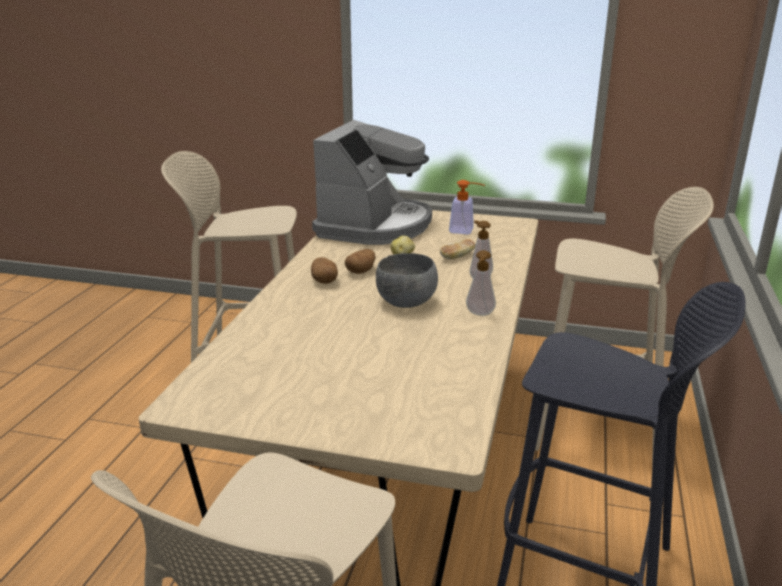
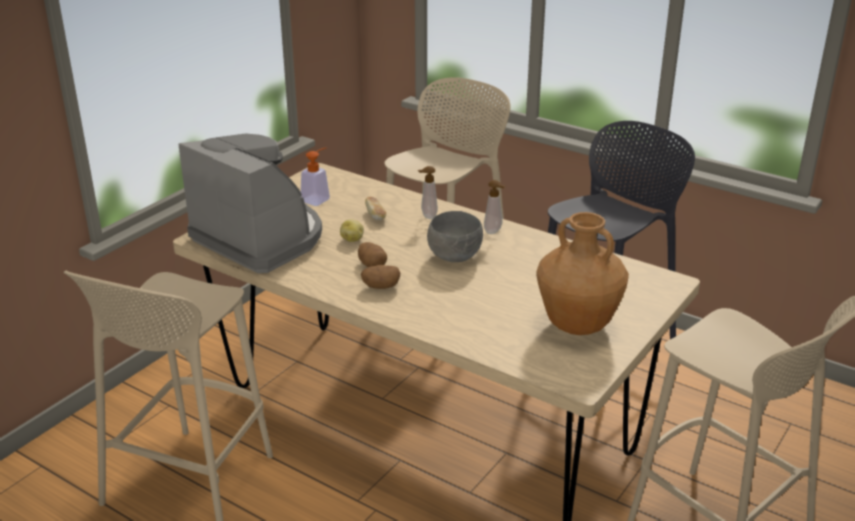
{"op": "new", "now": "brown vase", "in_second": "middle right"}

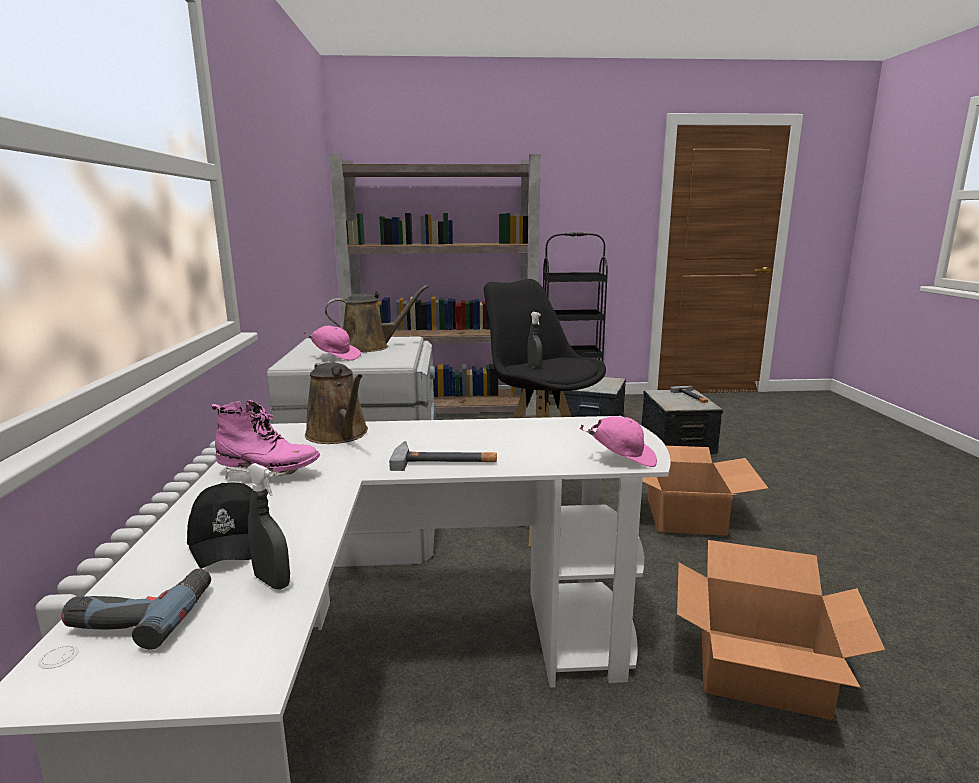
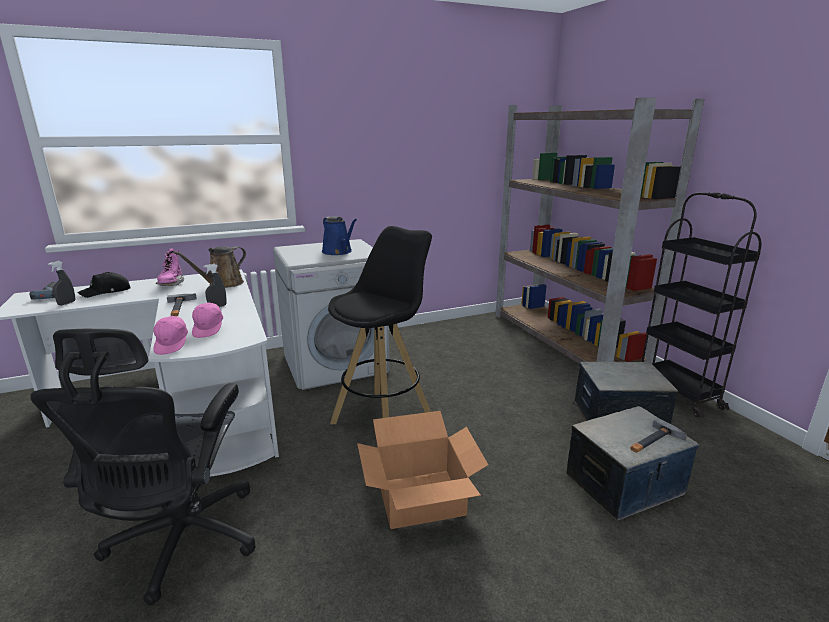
{"op": "shifted", "was": "pink cap (no. 1 from left in the first image)", "now": "pink cap (no. 2 from left)", "in_first": "centre", "in_second": "middle left"}
{"op": "repainted", "was": "brown watering can (no. 2 from left)", "now": "blue watering can", "in_first": "centre", "in_second": "centre"}
{"op": "shifted", "was": "grey spray bottle (no. 2 from left)", "in_first": "centre", "in_second": "middle left"}
{"op": "swapped", "was": "cardboard box (no. 2 from left)", "now": "office chair", "in_first": "bottom right", "in_second": "bottom left"}

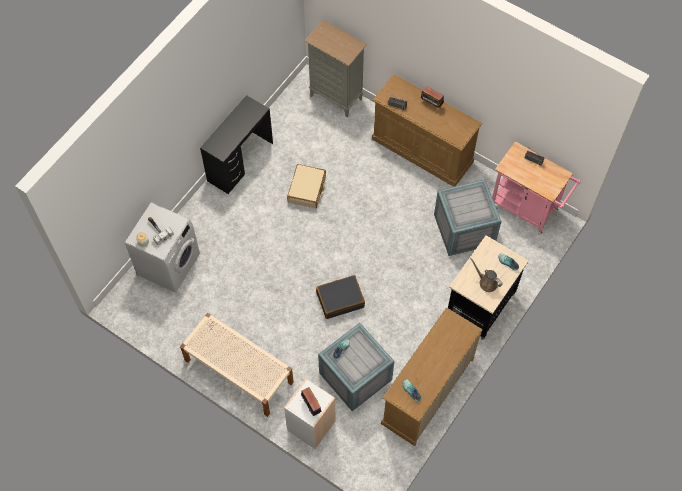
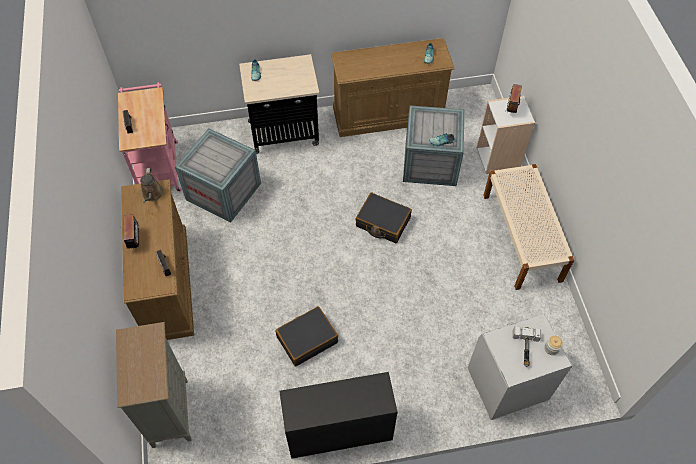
{"op": "repainted", "was": "beige suitcase", "now": "black suitcase (no. 1 from left)", "in_first": "centre", "in_second": "bottom centre"}
{"op": "shifted", "was": "brown watering can", "in_first": "middle right", "in_second": "middle left"}

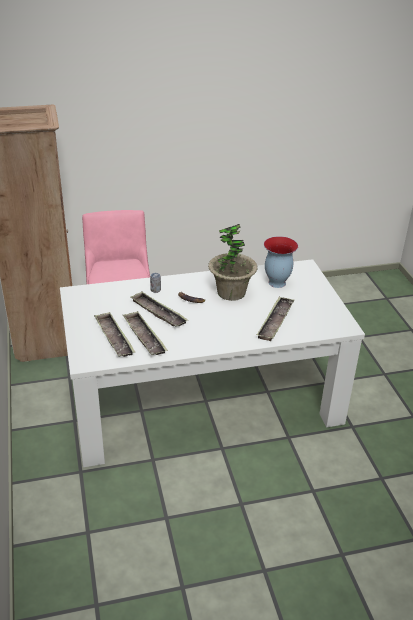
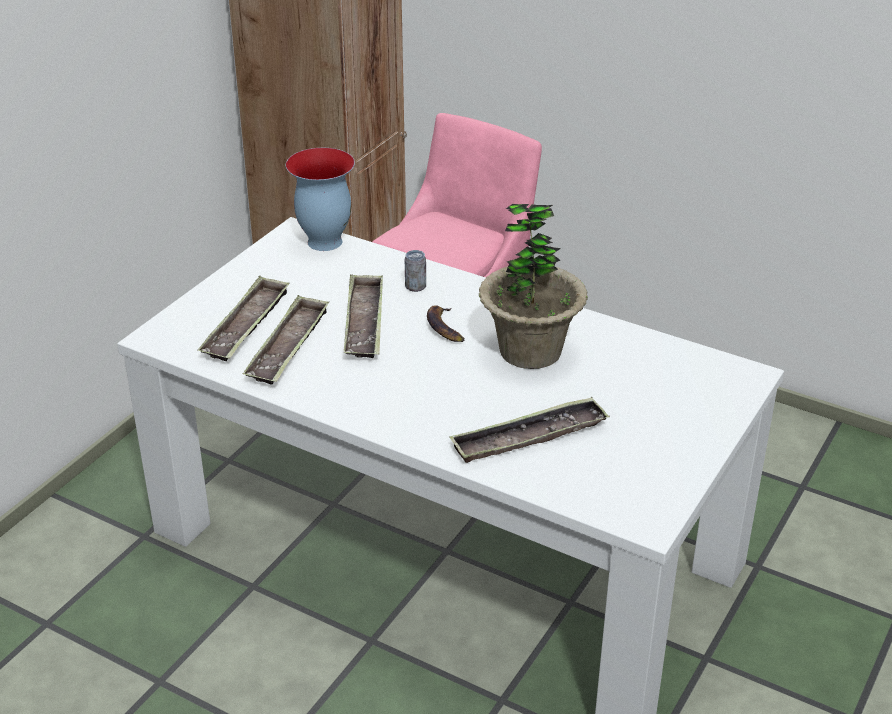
{"op": "shifted", "was": "vase", "in_first": "middle right", "in_second": "top centre"}

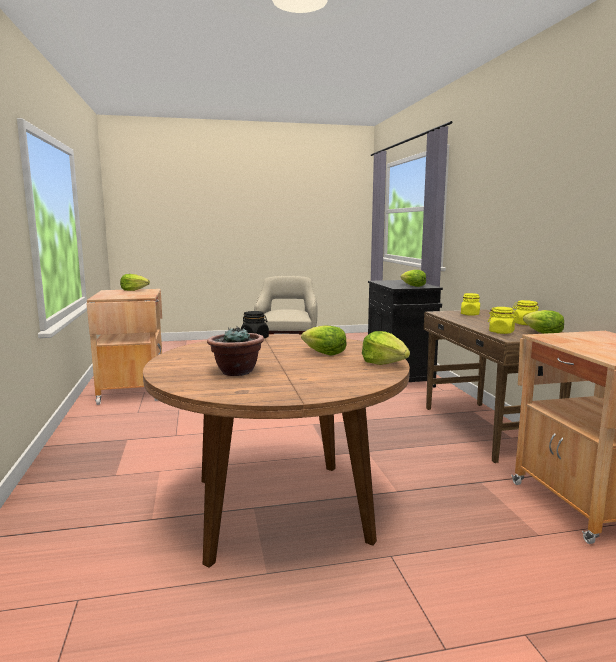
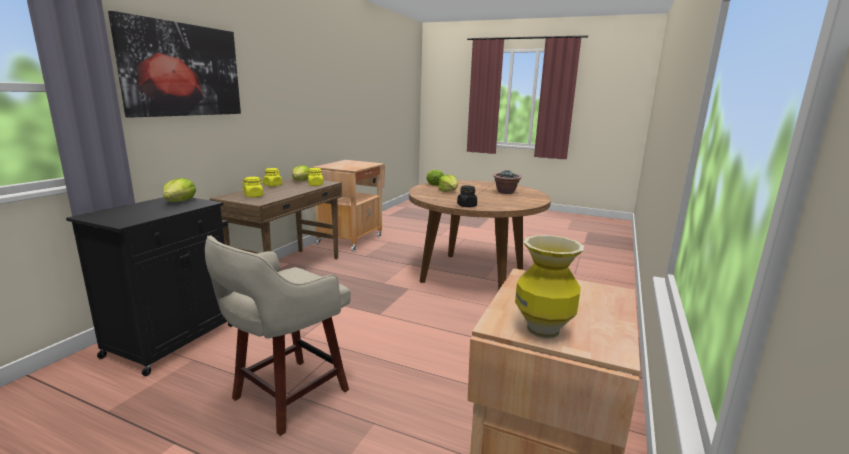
{"op": "swapped", "was": "lettuce (no. 1 from left)", "now": "vase", "in_first": "middle left", "in_second": "centre"}
{"op": "new", "now": "picture", "in_second": "top left"}

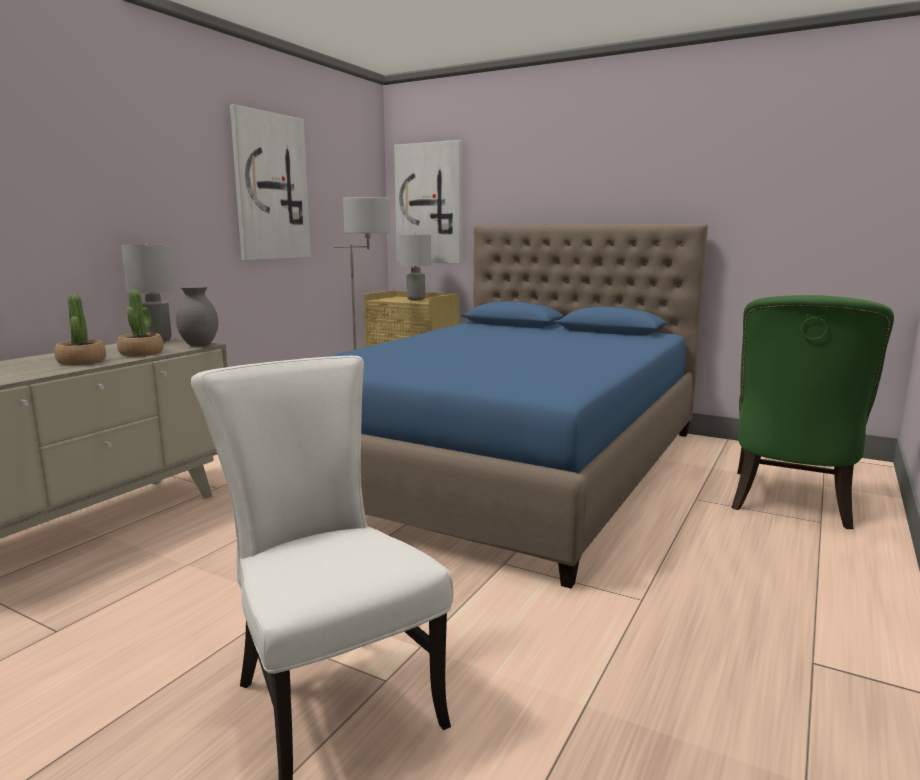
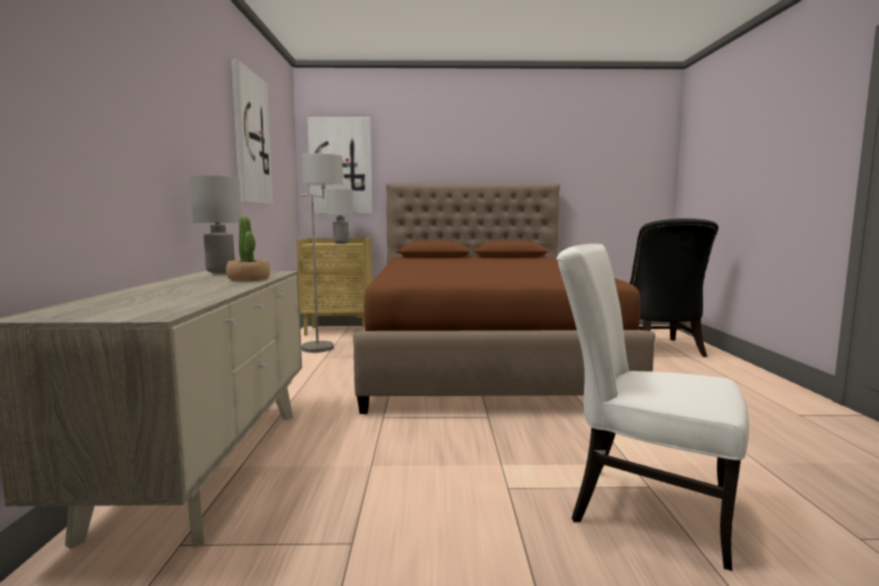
{"op": "gone", "was": "potted plant (no. 1 from left)", "in_first": "middle left"}
{"op": "gone", "was": "grey vase", "in_first": "middle left"}
{"op": "repainted", "was": "blue bed", "now": "brown bed", "in_first": "centre", "in_second": "centre"}
{"op": "repainted", "was": "green chair", "now": "black chair", "in_first": "middle right", "in_second": "middle right"}

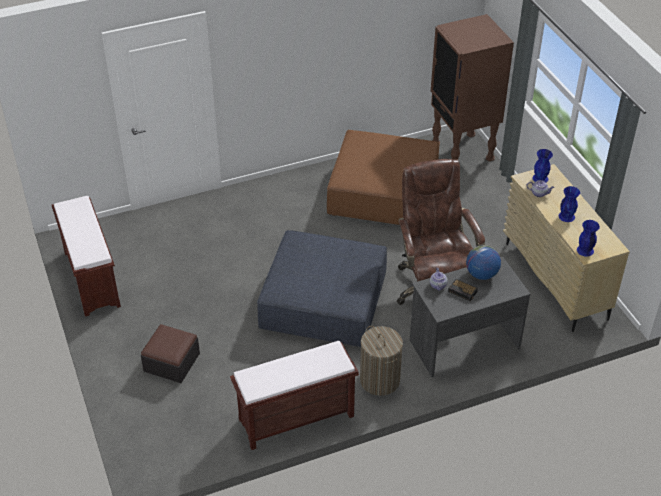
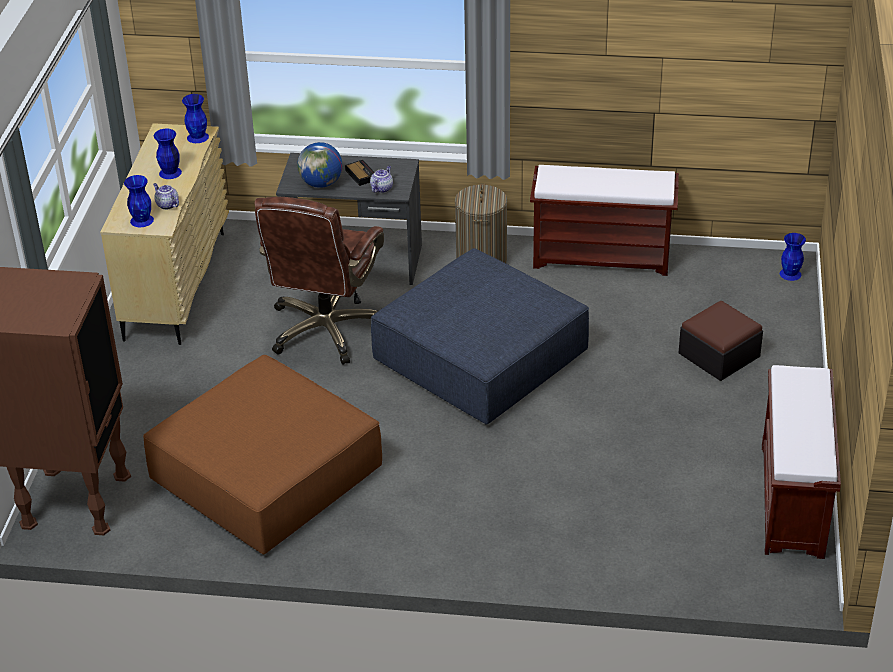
{"op": "new", "now": "blue vase (no. 4 from left)", "in_second": "middle right"}

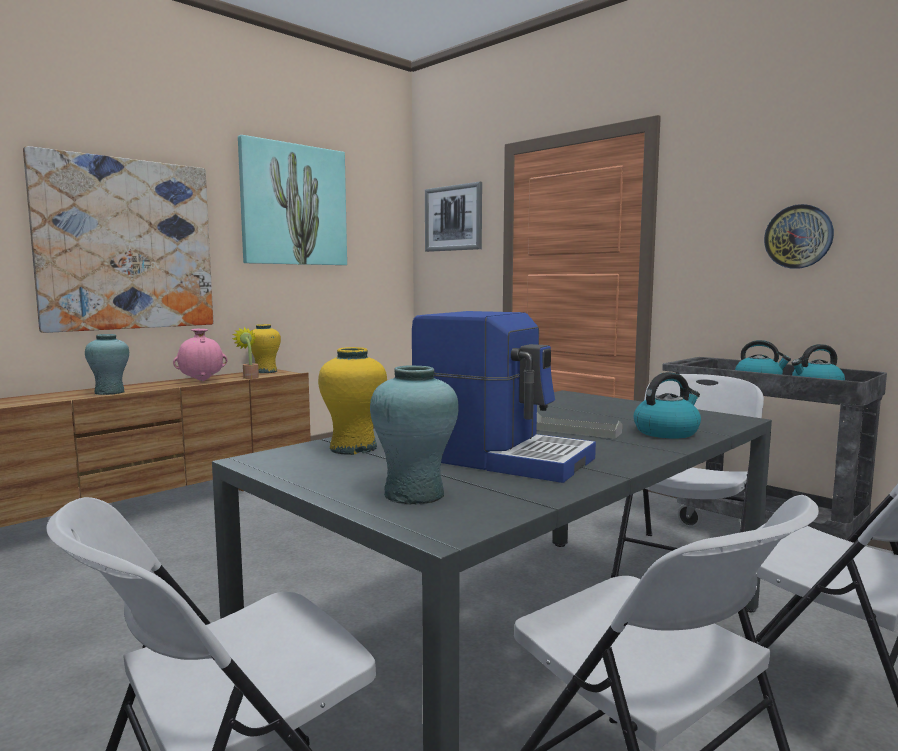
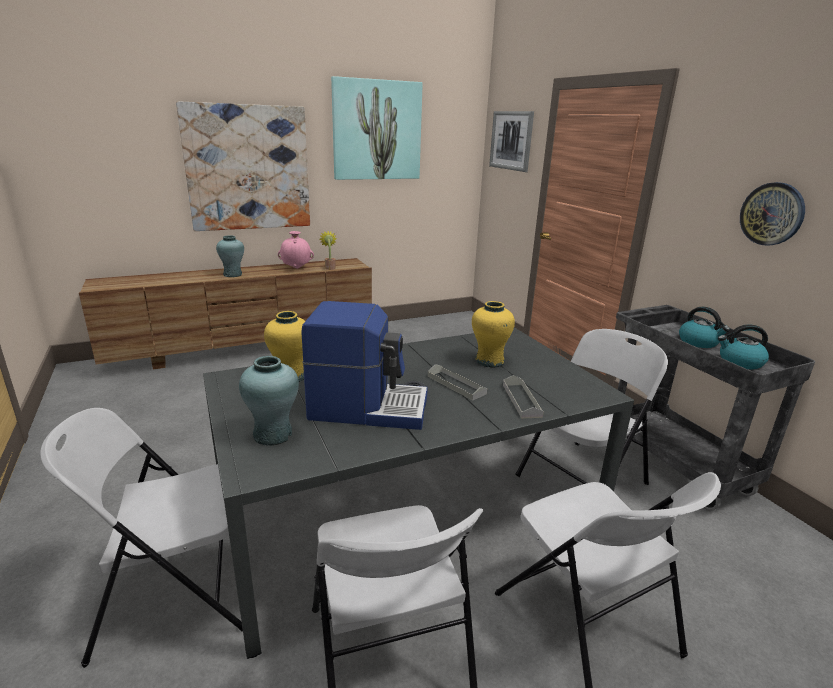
{"op": "shifted", "was": "yellow vase (no. 1 from left in the first image)", "now": "yellow vase (no. 2 from left)", "in_first": "middle left", "in_second": "centre"}
{"op": "rotated", "was": "coffee machine", "in_first": "centre", "in_second": "centre", "clockwise": -45}
{"op": "swapped", "was": "kettle (no. 1 from left)", "now": "grey tray (no. 2 from left)", "in_first": "middle right", "in_second": "centre"}

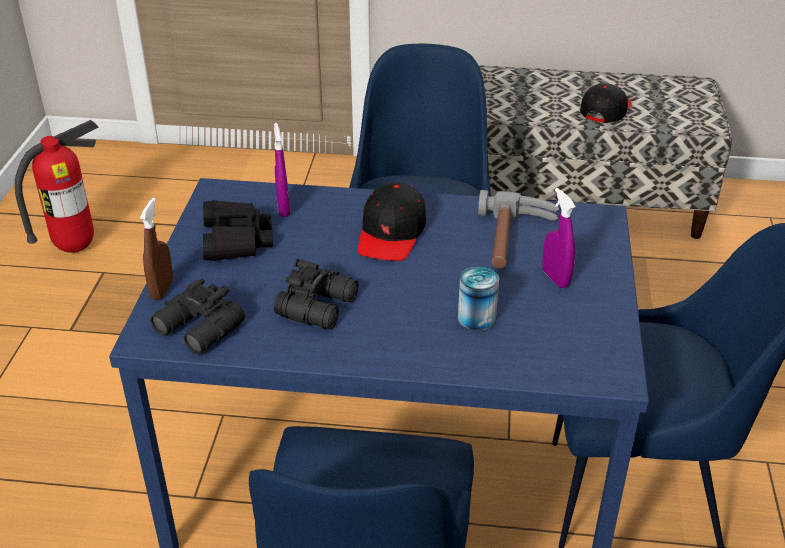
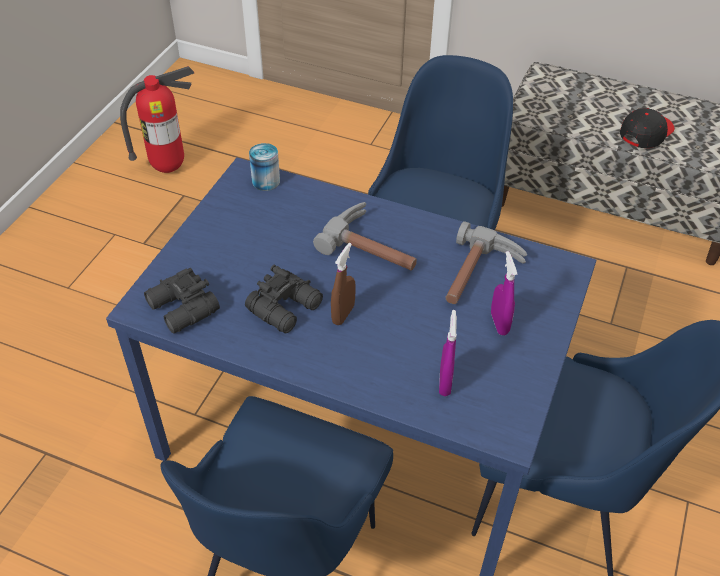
{"op": "shifted", "was": "brown spray bottle", "in_first": "middle left", "in_second": "centre"}
{"op": "gone", "was": "black binoculars (no. 2 from left)", "in_first": "middle left"}
{"op": "shifted", "was": "purple spray bottle (no. 1 from left)", "in_first": "top centre", "in_second": "centre"}
{"op": "swapped", "was": "black cap (no. 1 from left)", "now": "hammer (no. 1 from left)", "in_first": "centre", "in_second": "centre"}
{"op": "shifted", "was": "can", "in_first": "centre", "in_second": "top centre"}

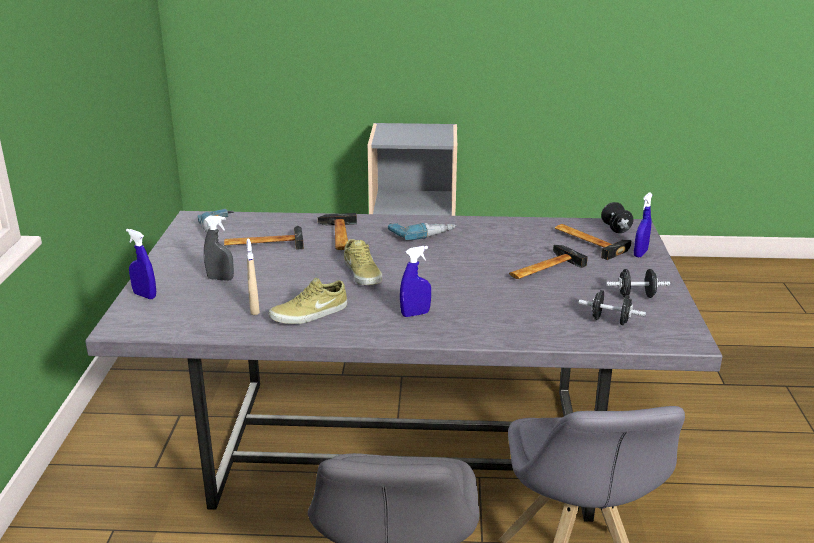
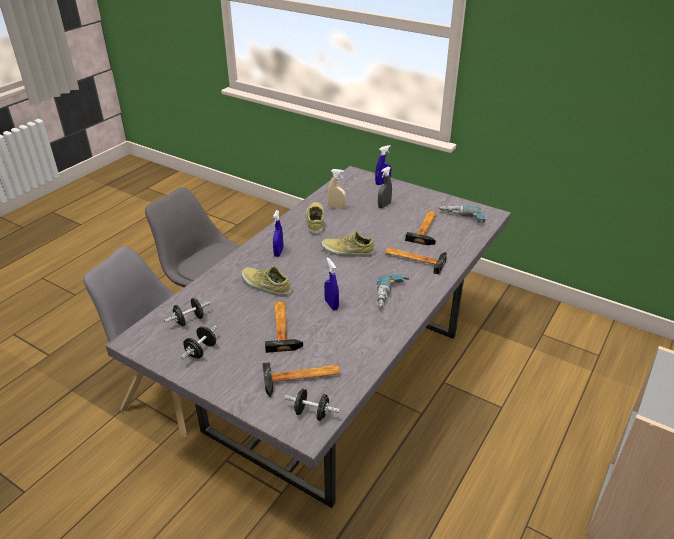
{"op": "shifted", "was": "blue spray bottle (no. 3 from left in the first image)", "now": "blue spray bottle (no. 2 from left)", "in_first": "middle right", "in_second": "centre"}
{"op": "new", "now": "beige shoe (no. 1 from left)", "in_second": "centre"}

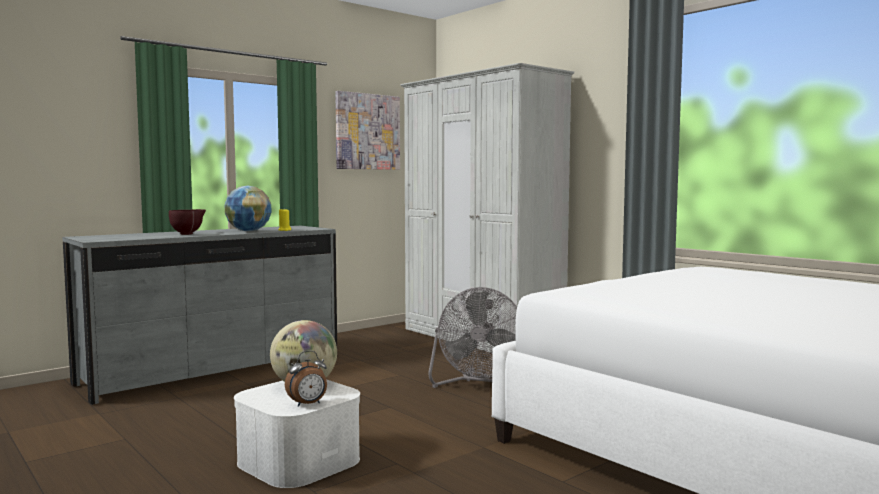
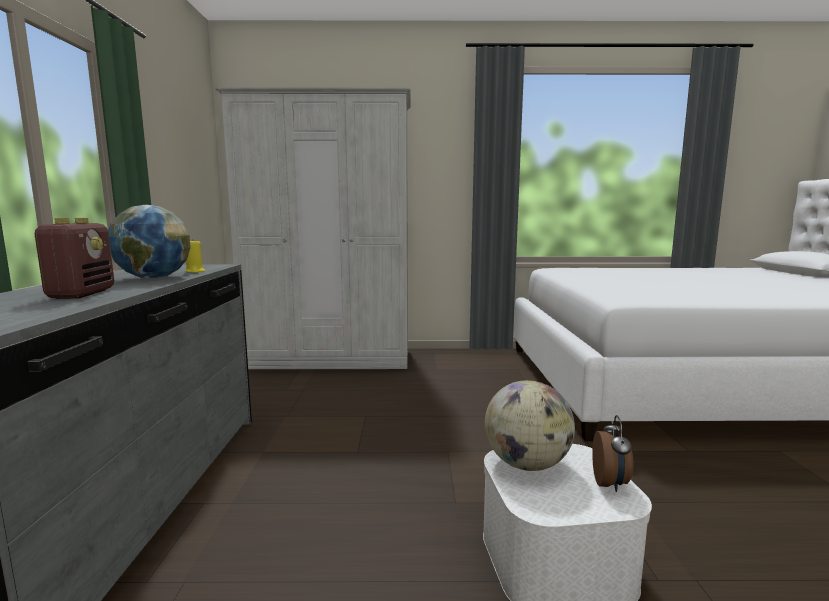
{"op": "swapped", "was": "brown bowl", "now": "radio", "in_first": "middle left", "in_second": "middle left"}
{"op": "gone", "was": "picture", "in_first": "top centre"}
{"op": "gone", "was": "grey fan", "in_first": "bottom centre"}

